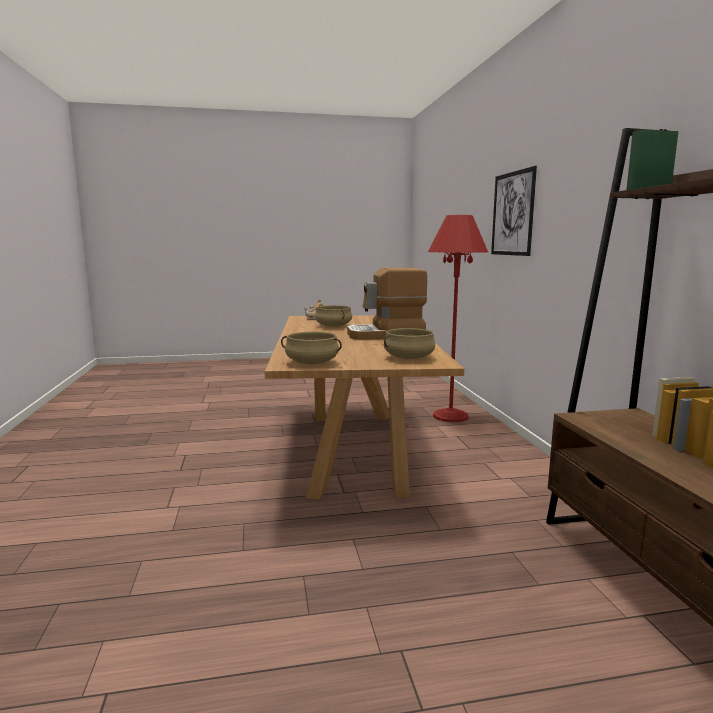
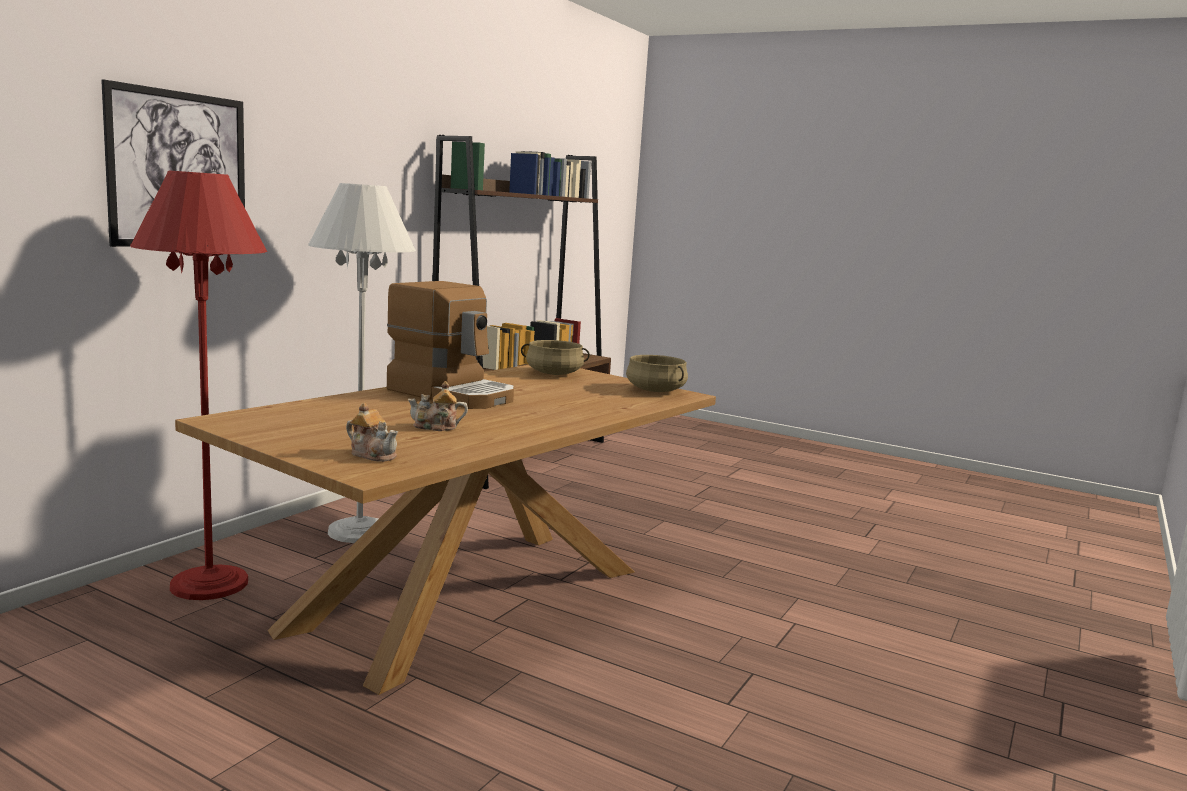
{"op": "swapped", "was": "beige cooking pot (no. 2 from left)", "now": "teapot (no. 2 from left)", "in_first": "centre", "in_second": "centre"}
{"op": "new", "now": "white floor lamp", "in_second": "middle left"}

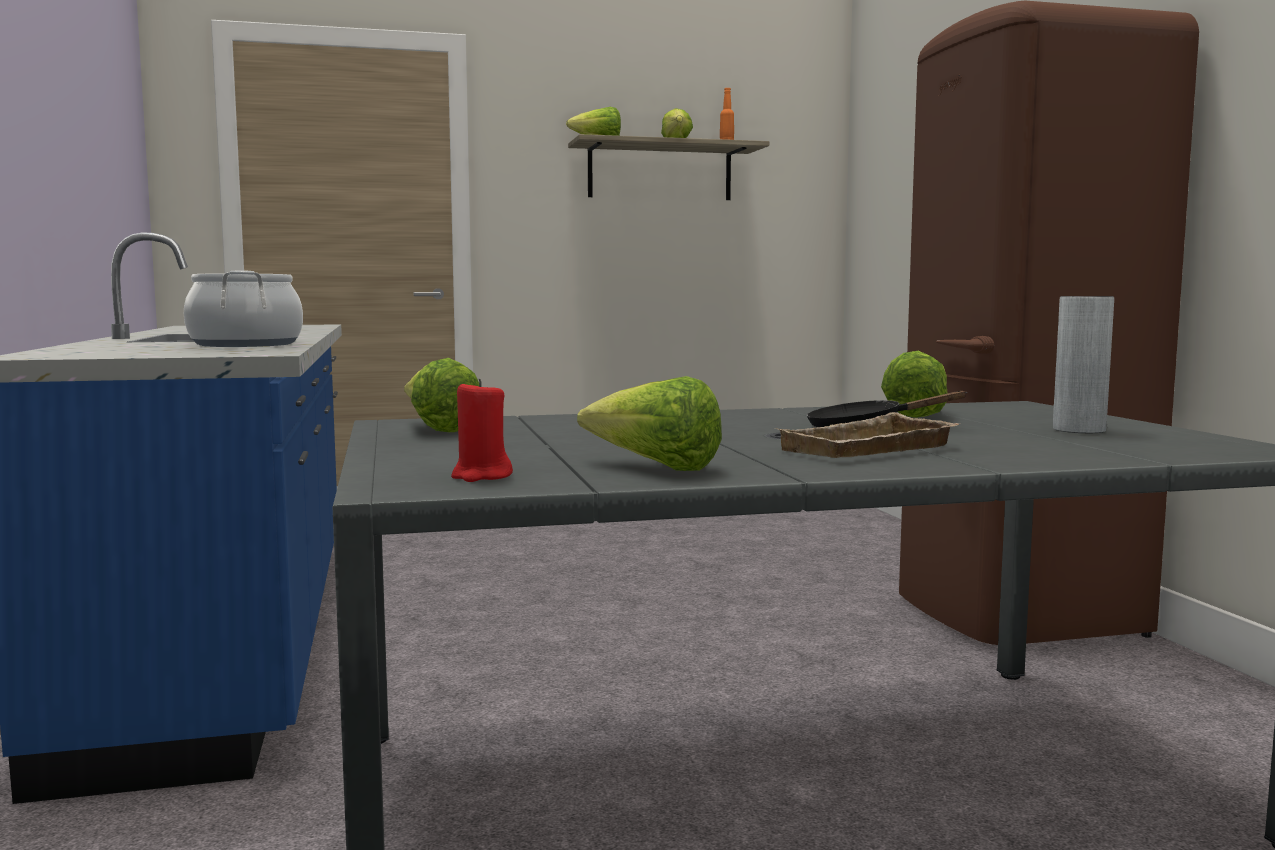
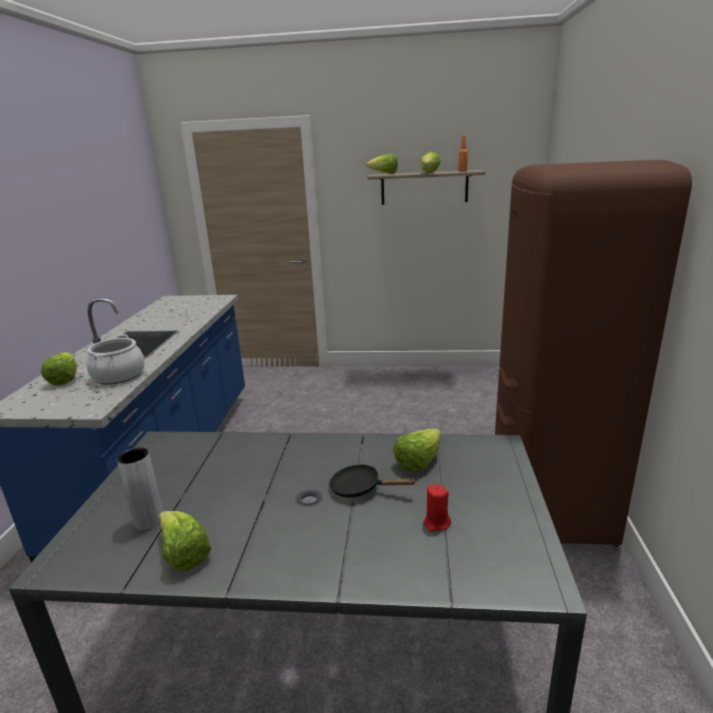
{"op": "shifted", "was": "lettuce (no. 1 from left)", "in_first": "centre", "in_second": "middle left"}
{"op": "shifted", "was": "red candle", "in_first": "centre", "in_second": "bottom centre"}
{"op": "gone", "was": "beige tray", "in_first": "middle right"}
{"op": "shifted", "was": "grey vase", "in_first": "middle right", "in_second": "bottom left"}

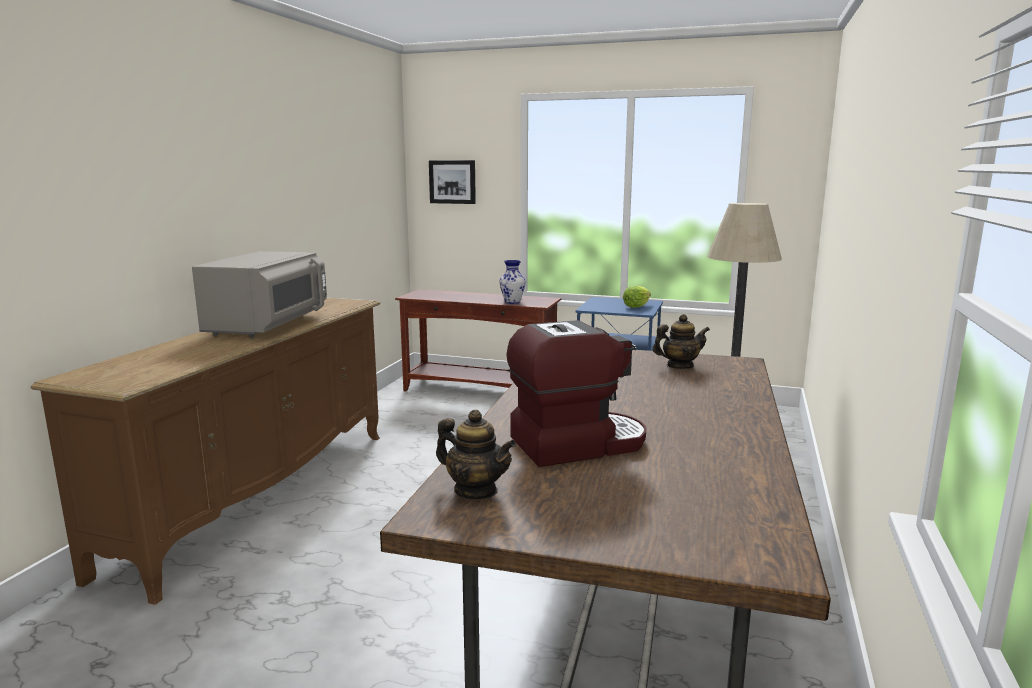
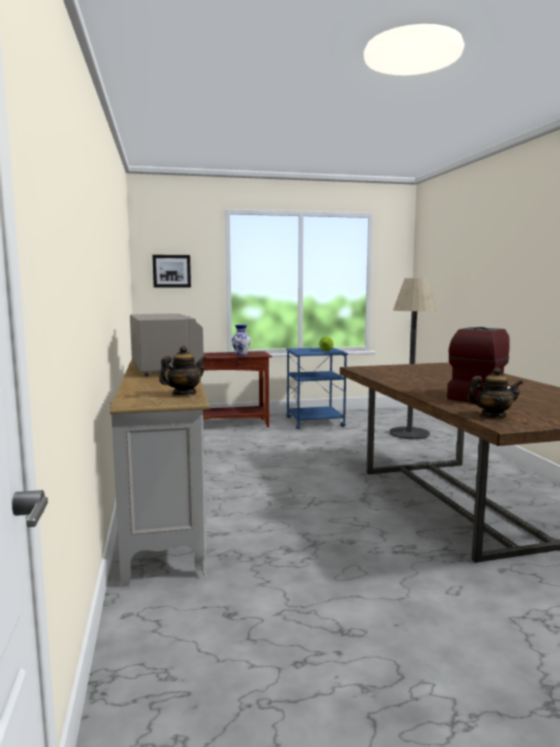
{"op": "repainted", "was": "brown cabinet", "now": "grey cabinet", "in_first": "middle left", "in_second": "middle left"}
{"op": "shifted", "was": "teapot (no. 2 from left in the first image)", "now": "teapot (no. 1 from left)", "in_first": "centre", "in_second": "middle left"}

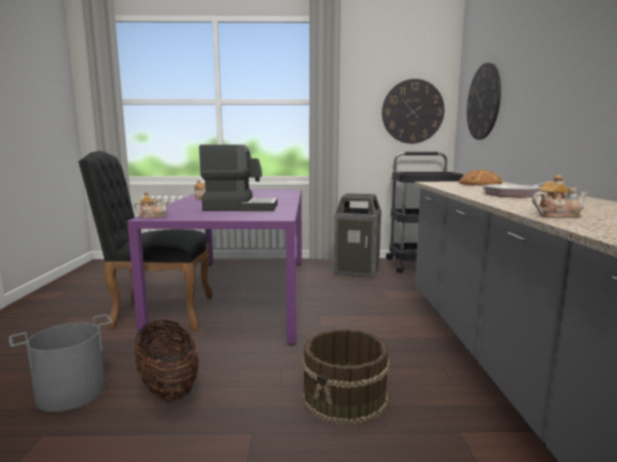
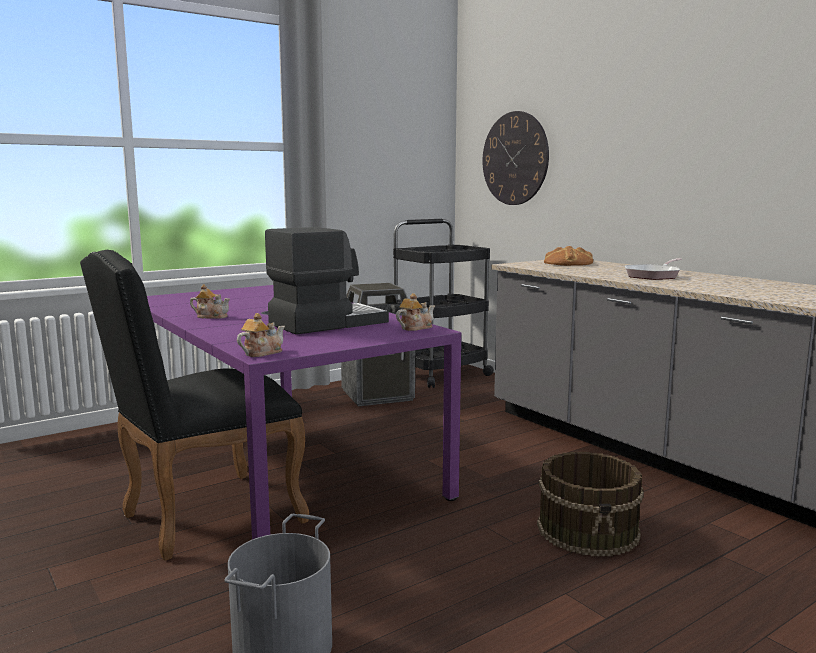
{"op": "gone", "was": "basket", "in_first": "bottom left"}
{"op": "gone", "was": "wall clock (no. 1 from left)", "in_first": "top right"}
{"op": "shifted", "was": "teapot (no. 3 from left)", "in_first": "middle right", "in_second": "centre"}

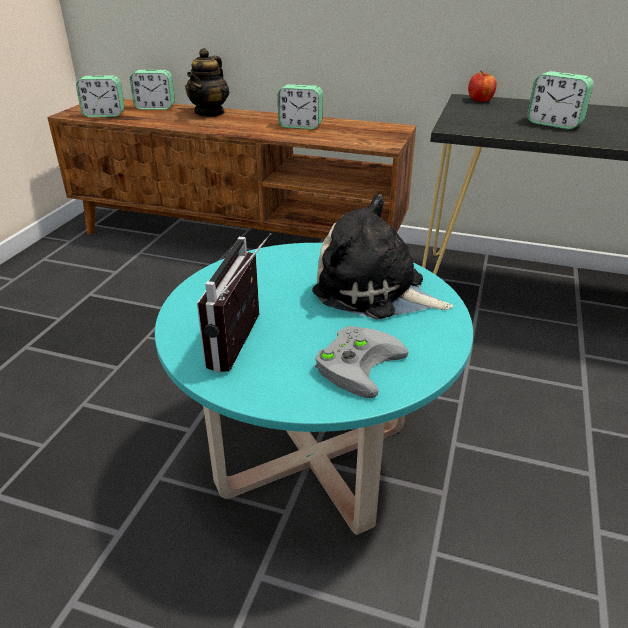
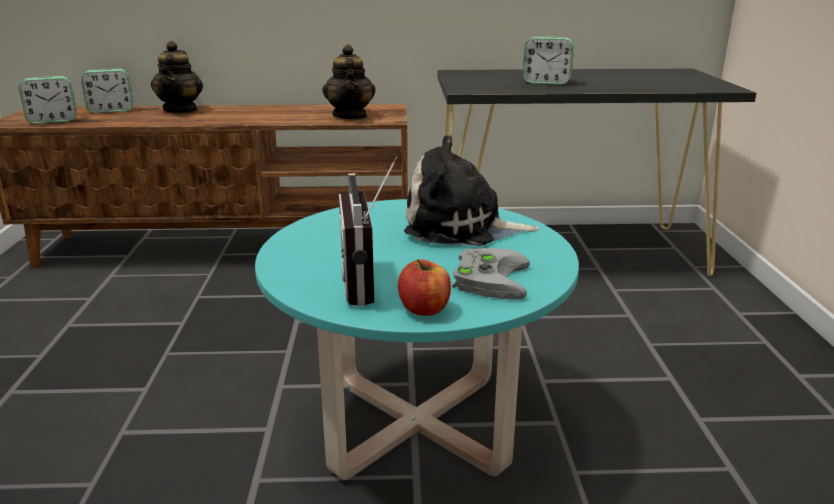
{"op": "gone", "was": "alarm clock (no. 3 from left)", "in_first": "top centre"}
{"op": "shifted", "was": "apple", "in_first": "top right", "in_second": "centre"}
{"op": "new", "now": "teapot (no. 2 from left)", "in_second": "top centre"}

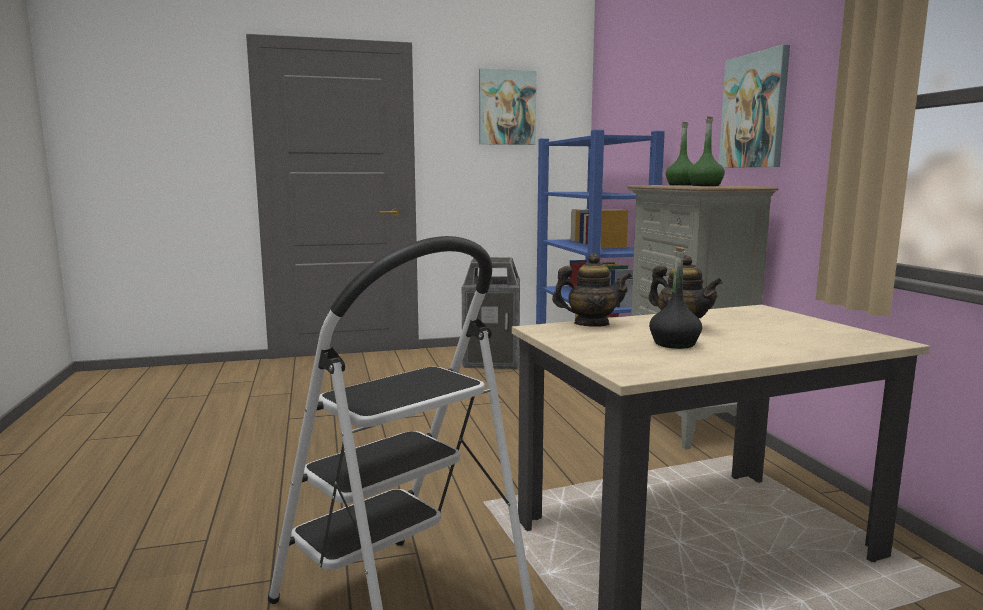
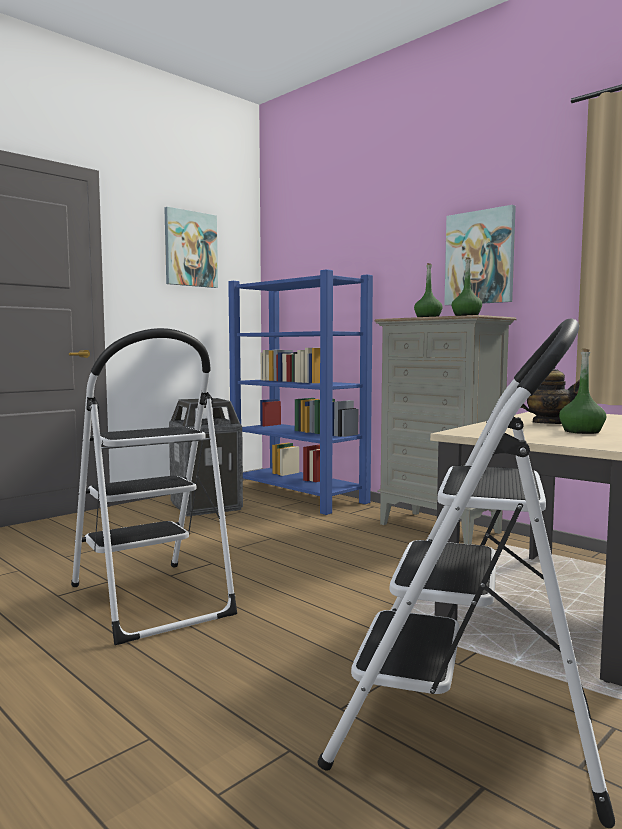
{"op": "gone", "was": "teapot (no. 1 from left)", "in_first": "centre"}
{"op": "repainted", "was": "black bottle", "now": "green bottle (no. 3 from left)", "in_first": "middle right", "in_second": "middle right"}
{"op": "new", "now": "step ladder (no. 1 from left)", "in_second": "middle left"}

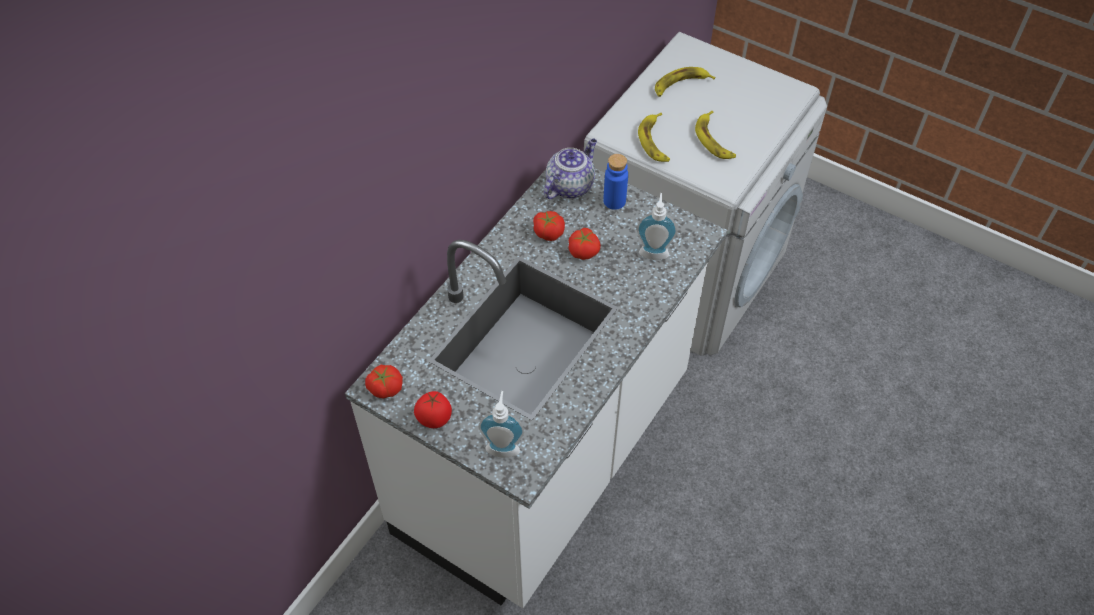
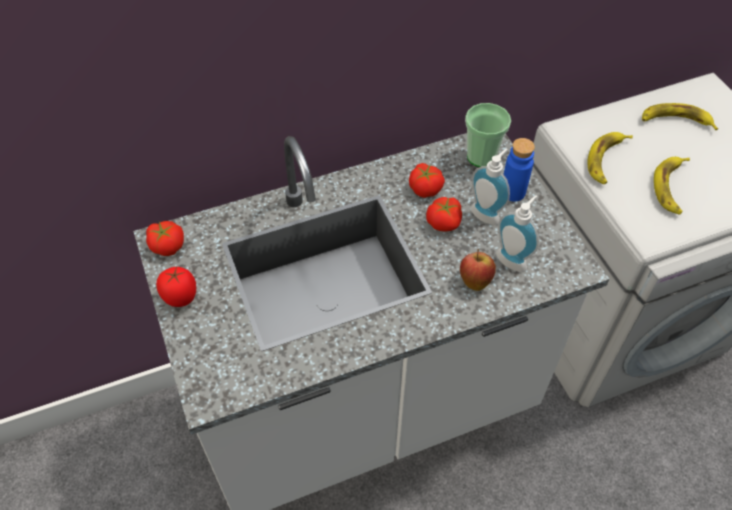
{"op": "shifted", "was": "soap dispenser (no. 1 from left)", "in_first": "bottom centre", "in_second": "middle right"}
{"op": "swapped", "was": "teapot", "now": "cup", "in_first": "top centre", "in_second": "top right"}
{"op": "new", "now": "apple", "in_second": "centre"}

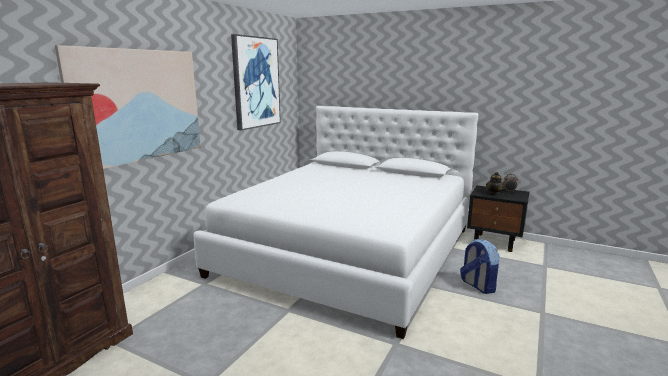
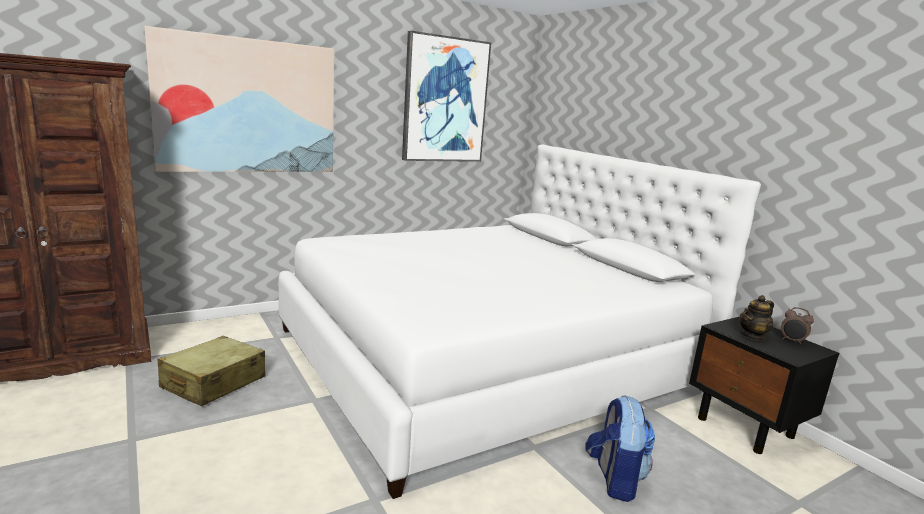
{"op": "new", "now": "beige suitcase", "in_second": "bottom left"}

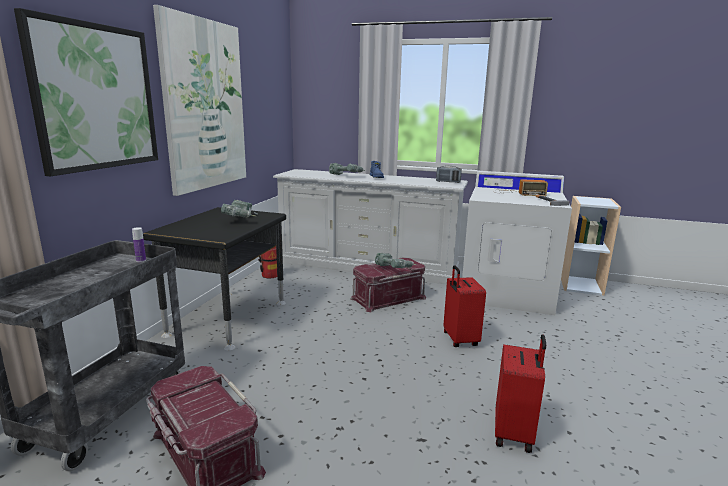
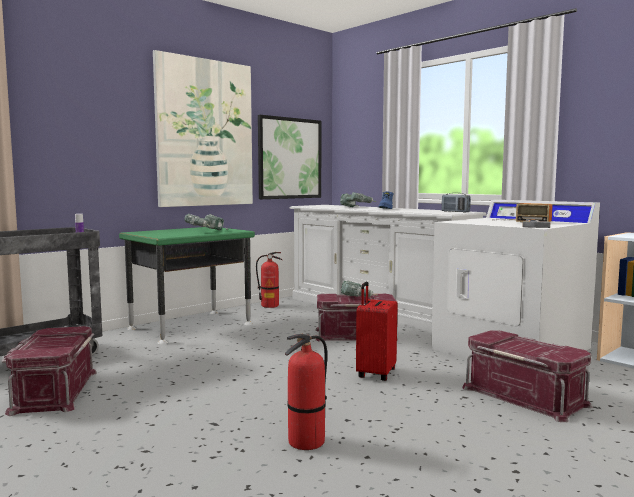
{"op": "shifted", "was": "picture (no. 1 from left in the first image)", "now": "picture (no. 2 from left)", "in_first": "top left", "in_second": "top centre"}
{"op": "repainted", "was": "black desk", "now": "green desk", "in_first": "middle left", "in_second": "middle left"}
{"op": "swapped", "was": "red suitcase (no. 2 from left)", "now": "fire extinguisher (no. 2 from left)", "in_first": "bottom right", "in_second": "bottom centre"}
{"op": "new", "now": "red storage box (no. 3 from left)", "in_second": "bottom right"}

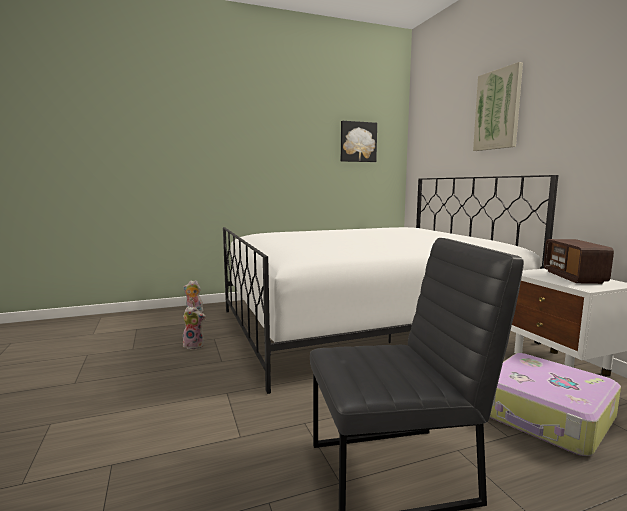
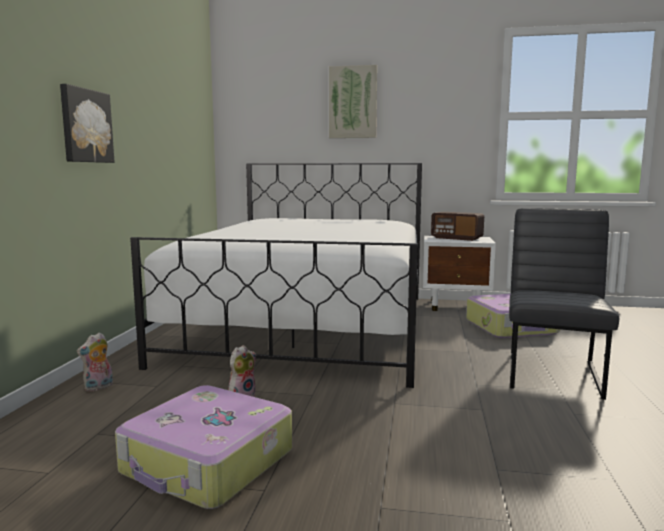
{"op": "shifted", "was": "picture (no. 1 from left)", "in_first": "top centre", "in_second": "top left"}
{"op": "new", "now": "suitcase (no. 1 from left)", "in_second": "bottom left"}

